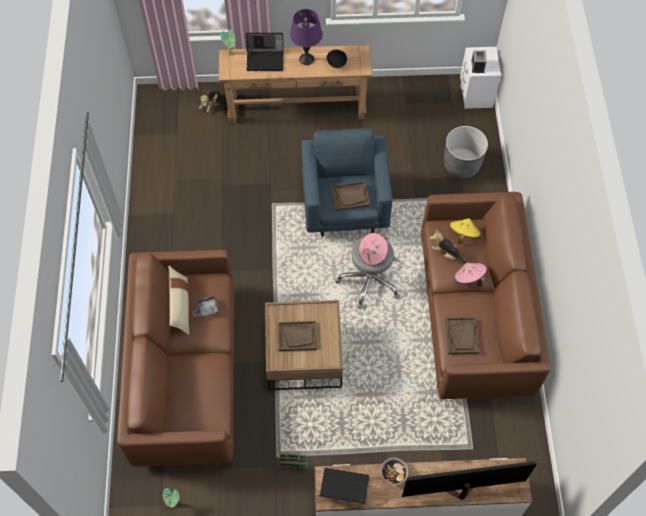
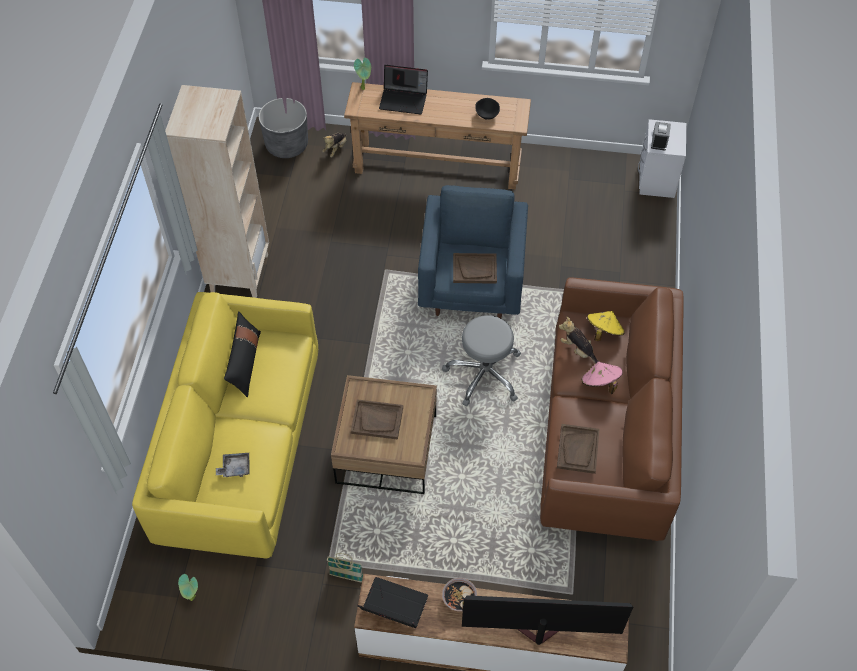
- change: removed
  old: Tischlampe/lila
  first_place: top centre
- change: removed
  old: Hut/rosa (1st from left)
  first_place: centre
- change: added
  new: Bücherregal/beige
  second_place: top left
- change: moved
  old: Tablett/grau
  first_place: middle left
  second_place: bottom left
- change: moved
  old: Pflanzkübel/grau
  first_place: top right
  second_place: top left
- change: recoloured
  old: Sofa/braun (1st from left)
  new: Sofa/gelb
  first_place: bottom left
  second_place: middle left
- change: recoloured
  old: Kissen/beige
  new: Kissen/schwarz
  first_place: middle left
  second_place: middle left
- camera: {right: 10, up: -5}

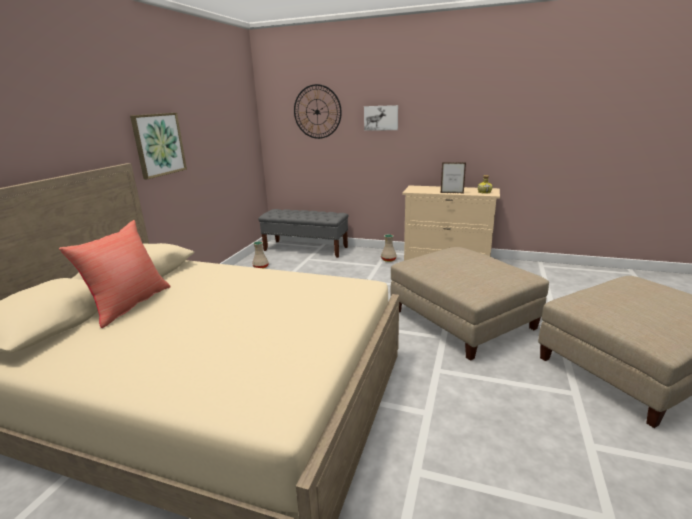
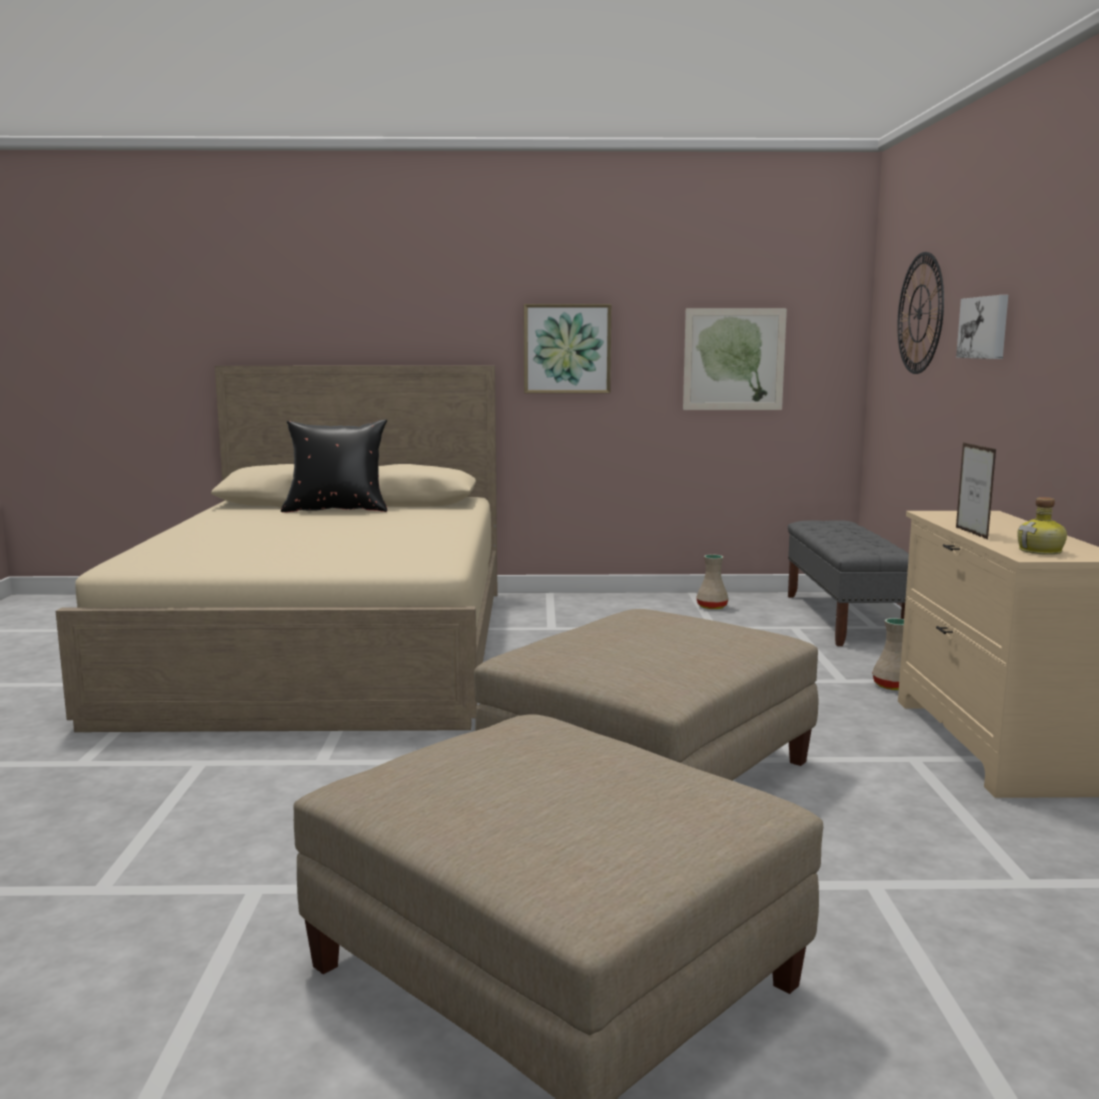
- change: added
  new: Bild (2nd from left)
  second_place: top right
- change: recoloured
  old: Kissen/rot
  new: Kissen/schwarz
  first_place: middle left
  second_place: middle left
- camera: {right: 70, up: -10}

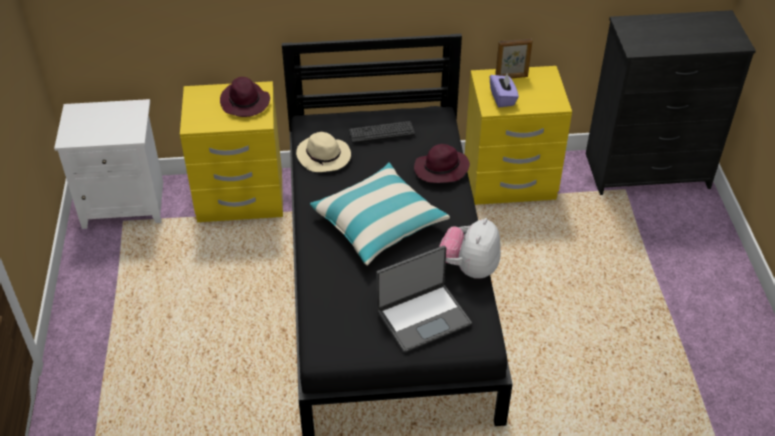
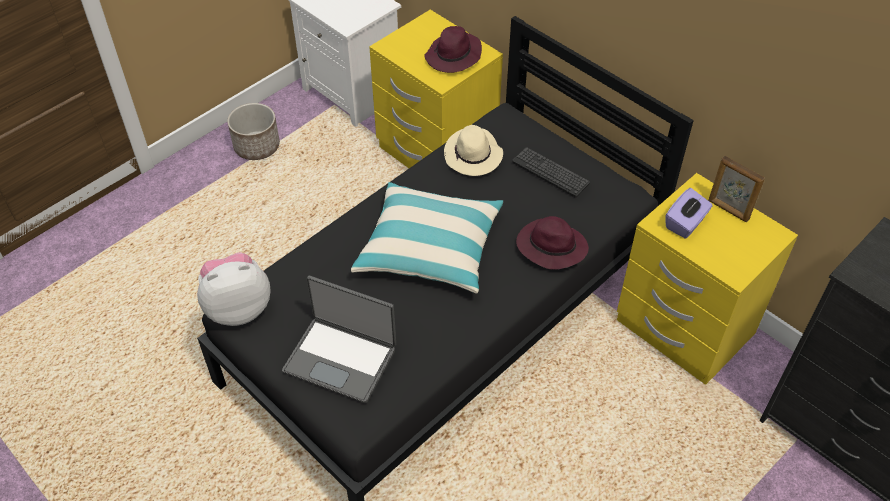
- change: added
  new: Pflanzkübel
  second_place: top left
- change: moved
  old: Plüschtier
  first_place: centre
  second_place: middle left
- camera: {right: 50, up: 5}

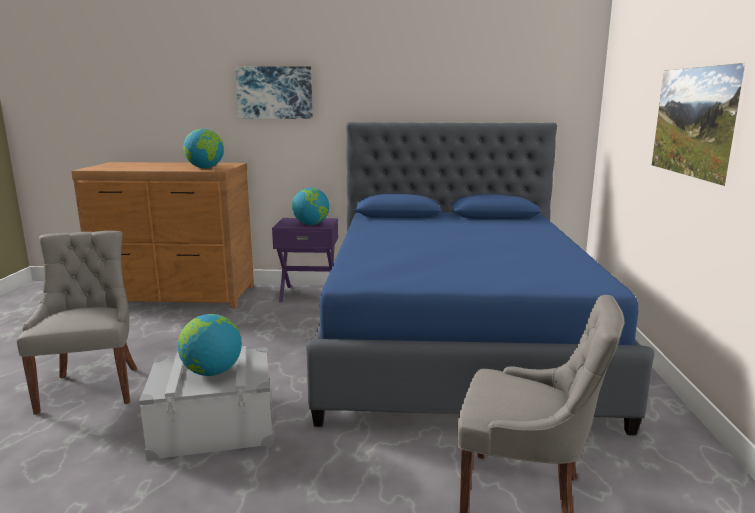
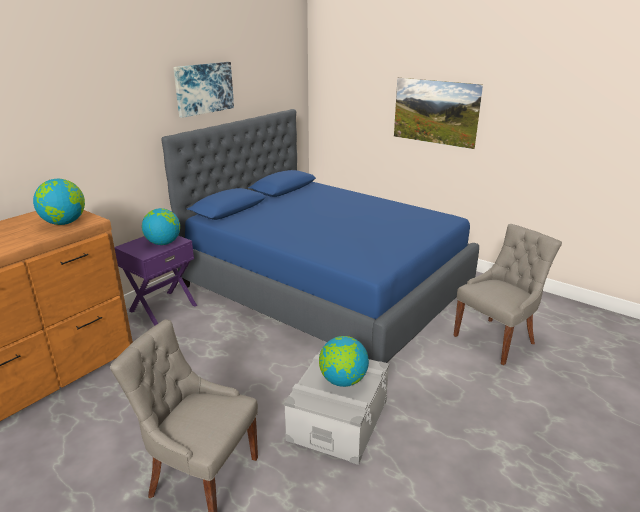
- change: moved
  old: Bild (1st from left)
  first_place: top centre
  second_place: top left
- camera: {right: -55, up: 10}

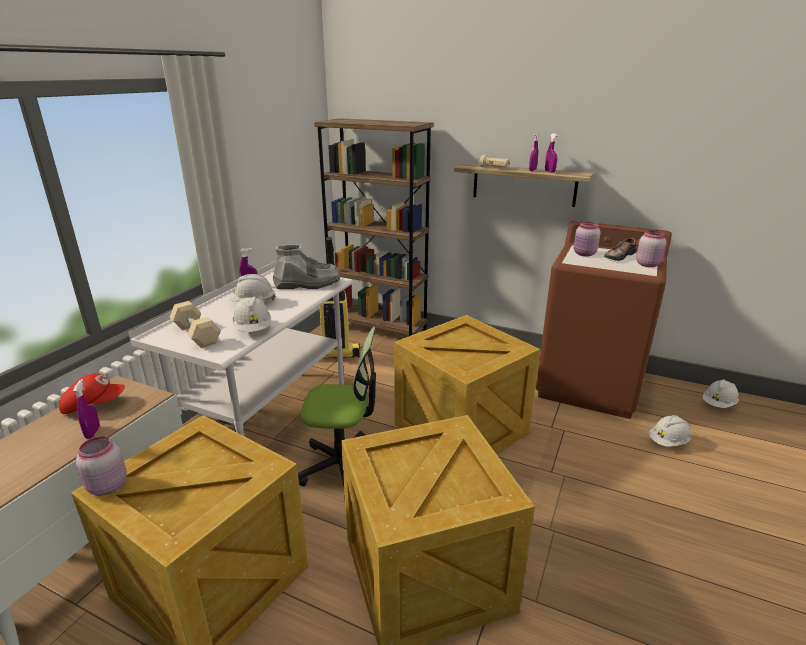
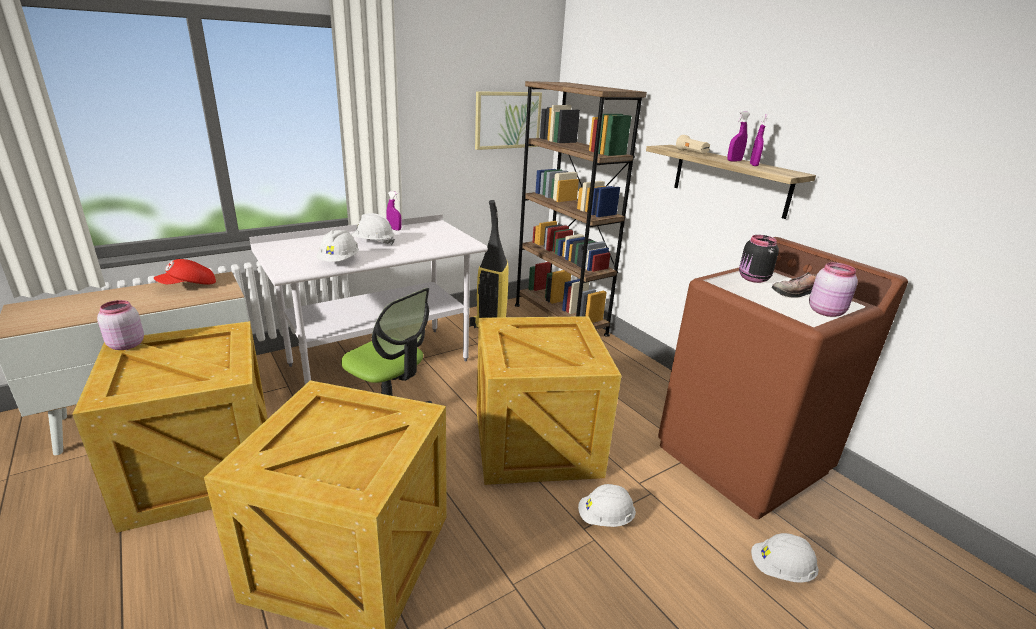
- change: removed
  old: Sprühflasche/lila (1st from left)
  first_place: middle left
- change: removed
  old: Hantel/beige
  first_place: middle left
- change: removed
  old: Stiefel/grau
  first_place: centre
- change: added
  new: Bild
  second_place: top centre
- change: moved
  old: Schutzhelm/weiß (4th from left in the first image)
  new: Schutzhelm/weiß (3rd from left)
  first_place: middle right
  second_place: bottom centre
- change: recoloured
  old: Vorratsglas/rosa (2nd from left)
  new: Vorratsglas/schwarz
  first_place: middle right
  second_place: middle right
- change: turned
  old: Kappe/rot
  first_place: middle left
  second_place: middle left
  degrees: 120
- camera: {right: 30, up: 0}

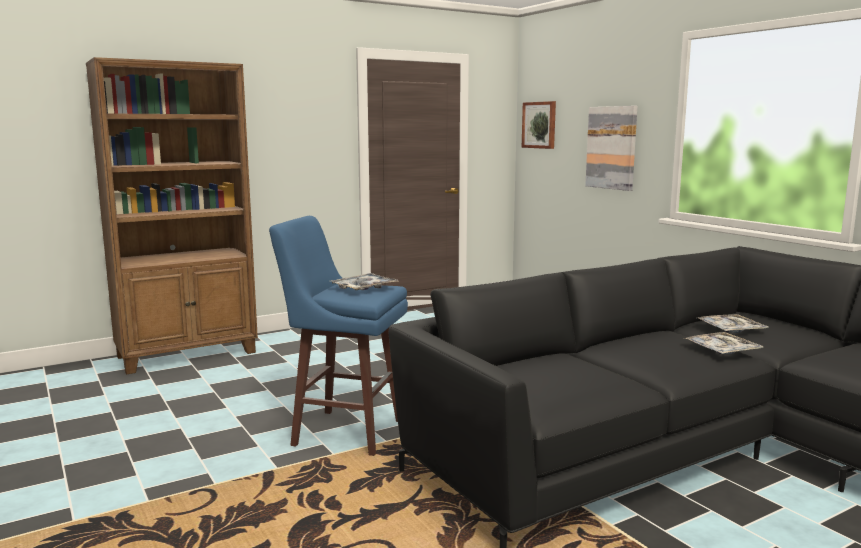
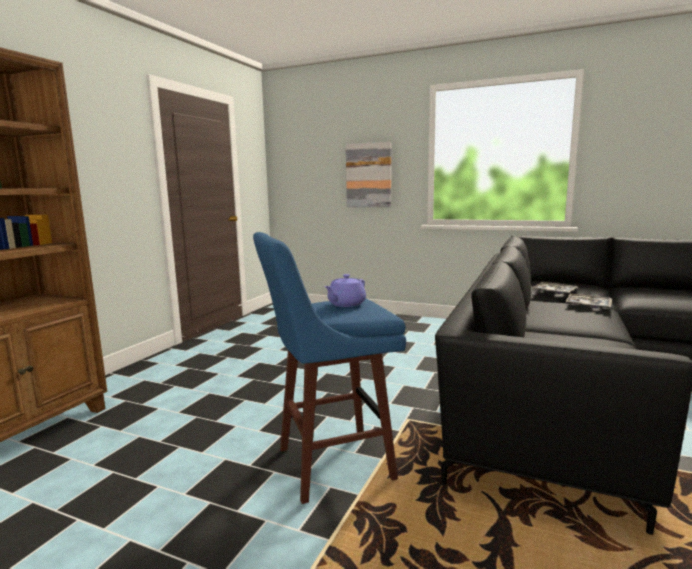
- change: removed
  old: Bild (1st from left)
  first_place: top centre
- change: replaced
  old: Tablett (1st from left)
  new: Teekanne/lila
  first_place: centre
  second_place: centre
- camera: {right: -35, up: 0}

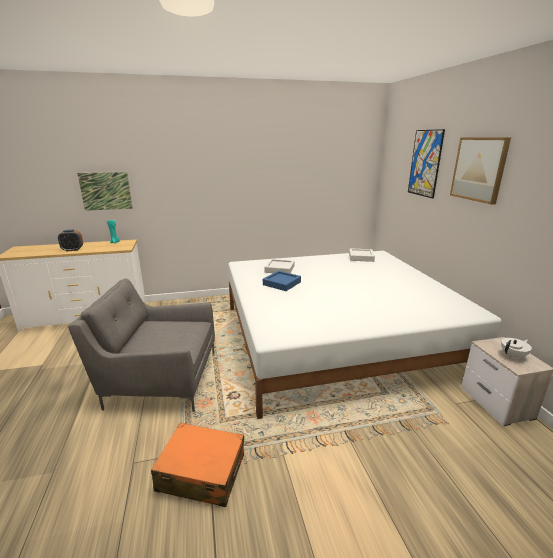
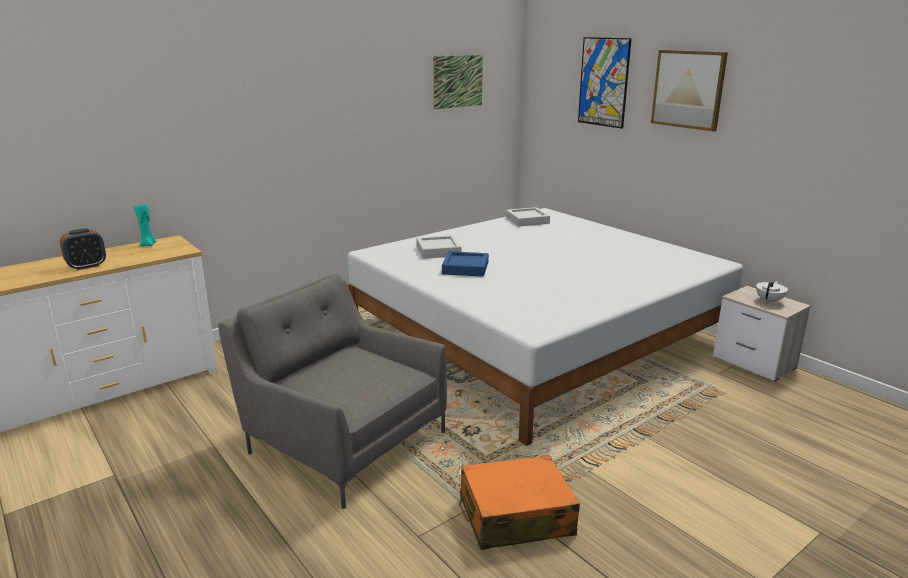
- change: moved
  old: Bild (1st from left)
  first_place: middle left
  second_place: top centre
- change: turned
  old: Sessel/grau
  first_place: middle left
  second_place: bottom centre
  degrees: 60
- camera: {right: -25, up: 0}

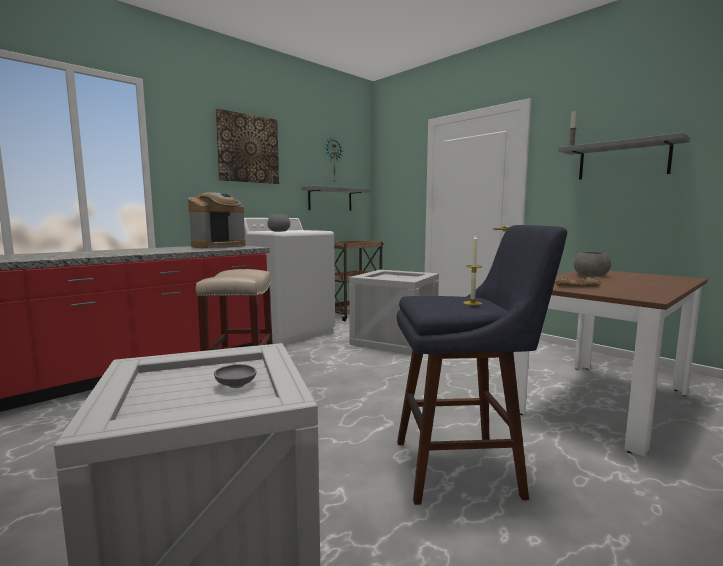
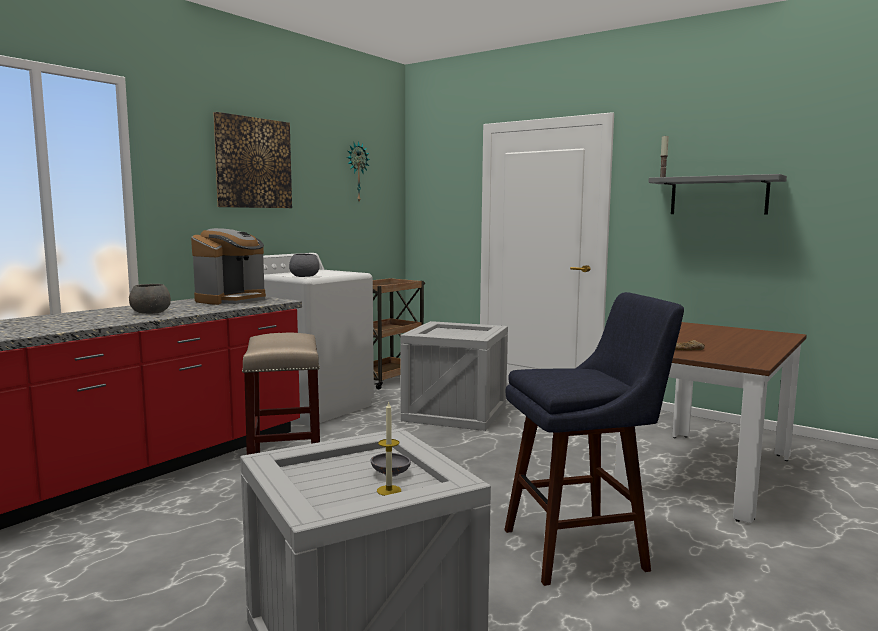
- change: removed
  old: Wandregal/grau (1st from left)
  first_place: centre
- change: moved
  old: Kerze (1st from left)
  first_place: centre
  second_place: bottom centre
- change: moved
  old: Schüssel/grau (3rd from left in the first image)
  new: Schüssel/grau (1st from left)
  first_place: middle right
  second_place: middle left
- camera: {right: -10, up: 0}

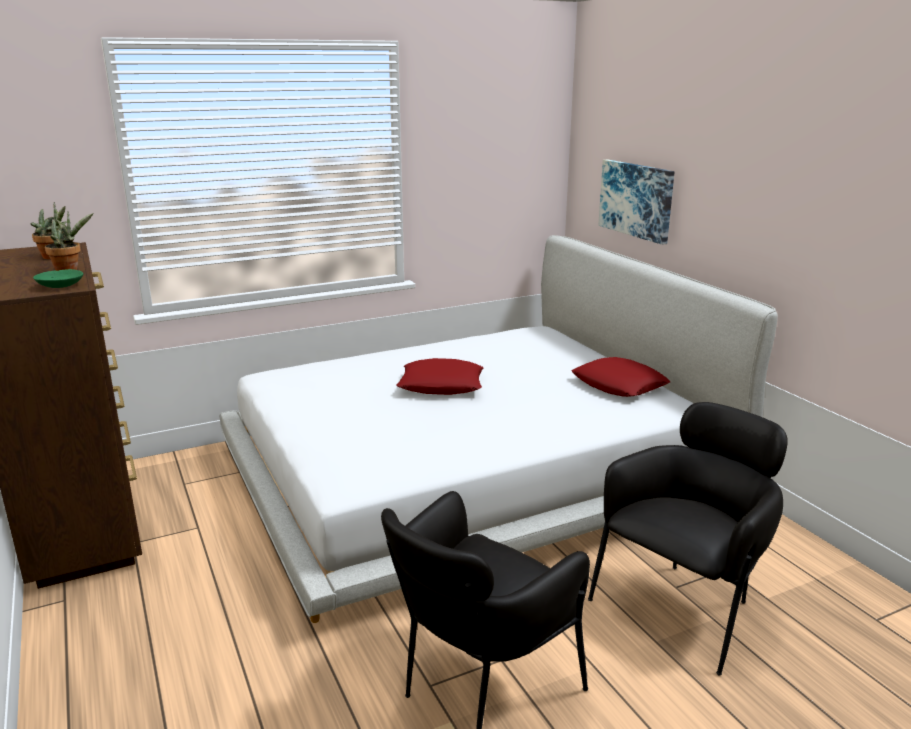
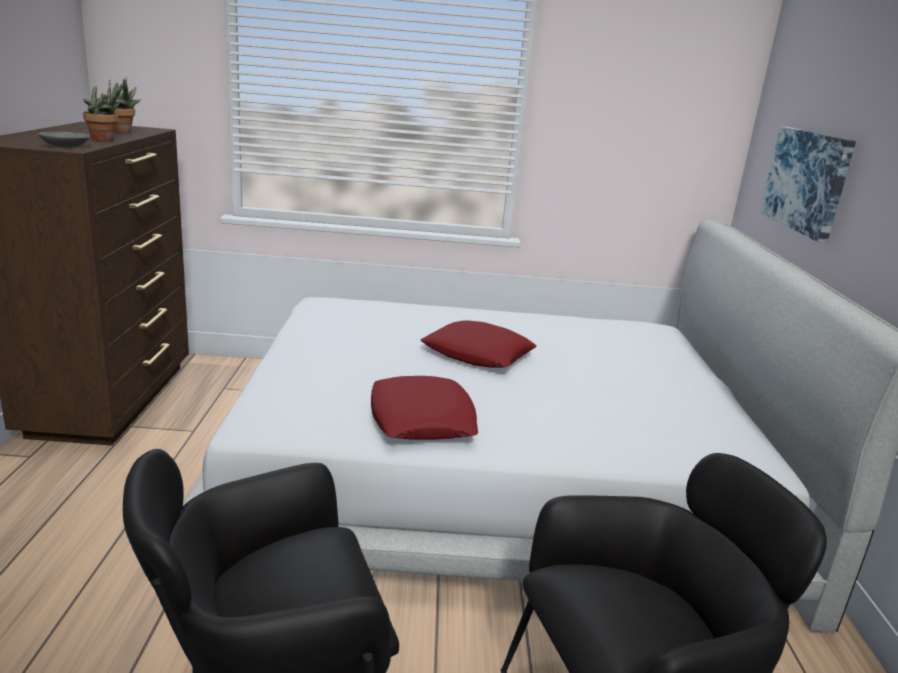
- change: moved
  old: Kissen/rot (2nd from left in the first image)
  new: Kissen/rot (1st from left)
  first_place: middle right
  second_place: centre
- change: recoloured
  old: Schüssel/grün
  new: Schüssel/grau
  first_place: middle left
  second_place: top left
- camera: {right: 25, up: 0}

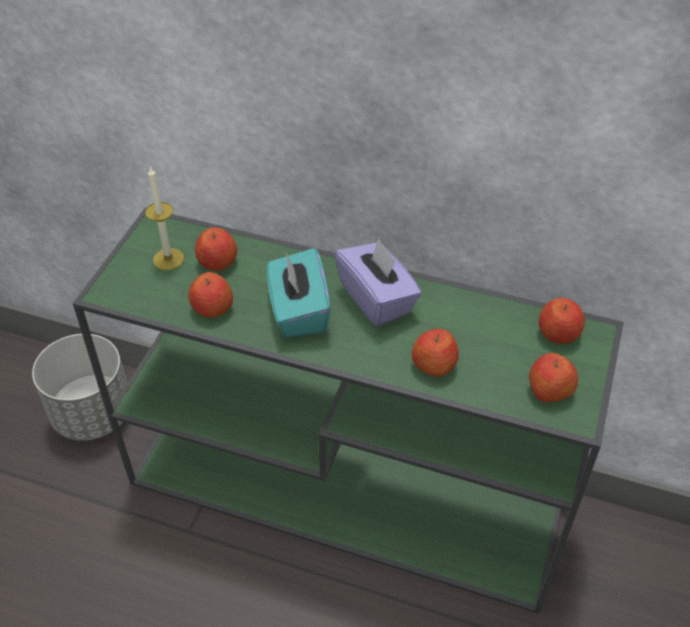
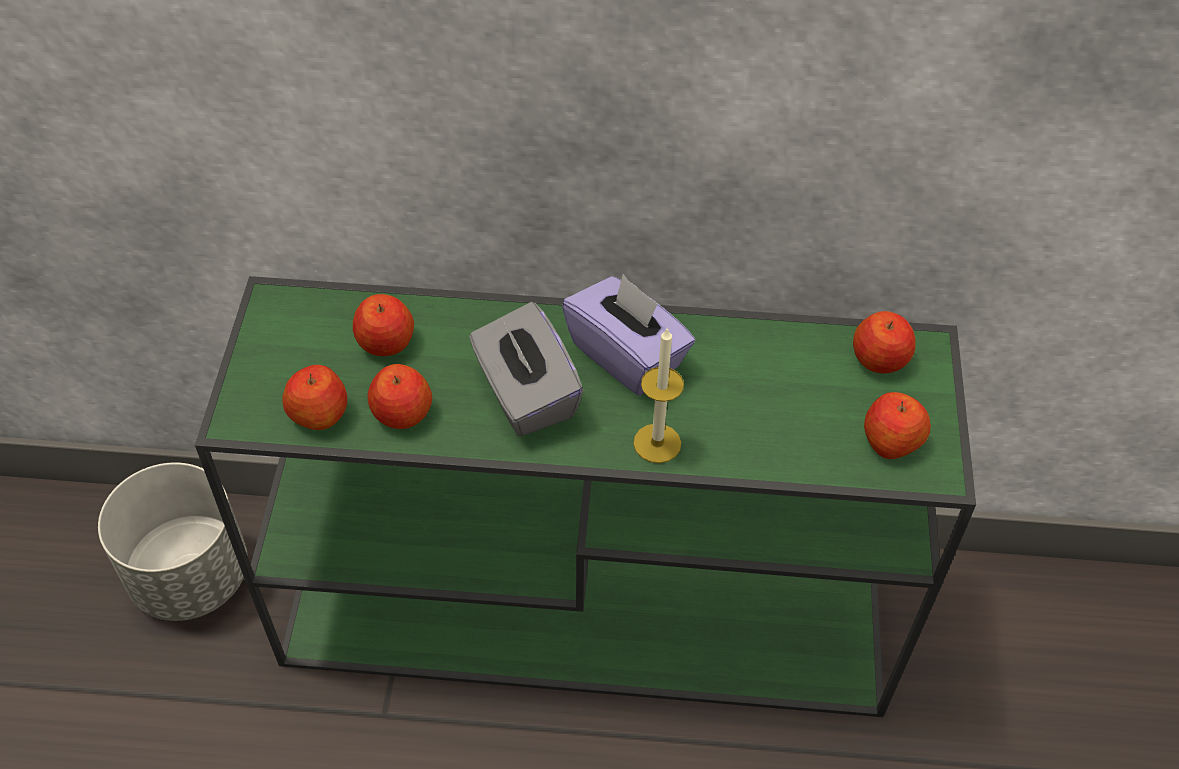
- change: moved
  old: Kerze
  first_place: middle left
  second_place: centre
- change: moved
  old: Apfel (3rd from left in the first image)
  new: Apfel (1st from left)
  first_place: centre
  second_place: middle left
- change: recoloured
  old: Taschentuchbox/türkis
  new: Taschentuchbox/grau
  first_place: centre
  second_place: centre
- camera: {right: -15, up: 5}

